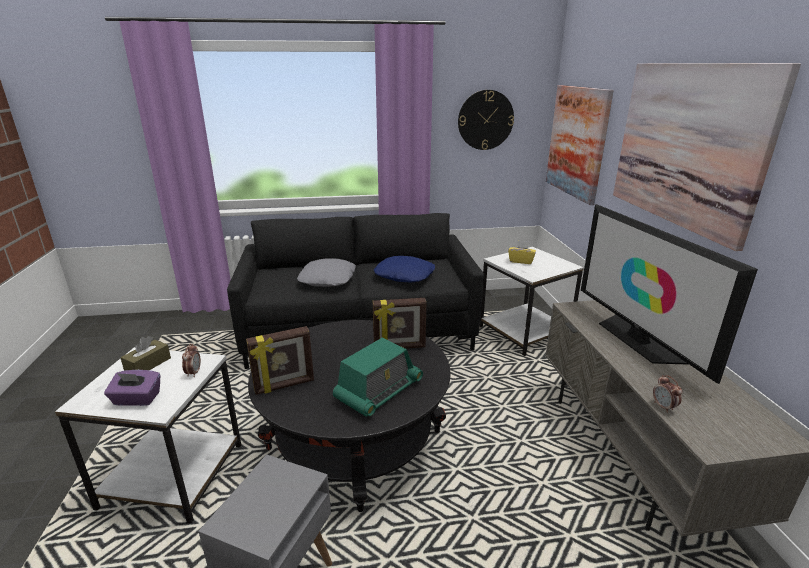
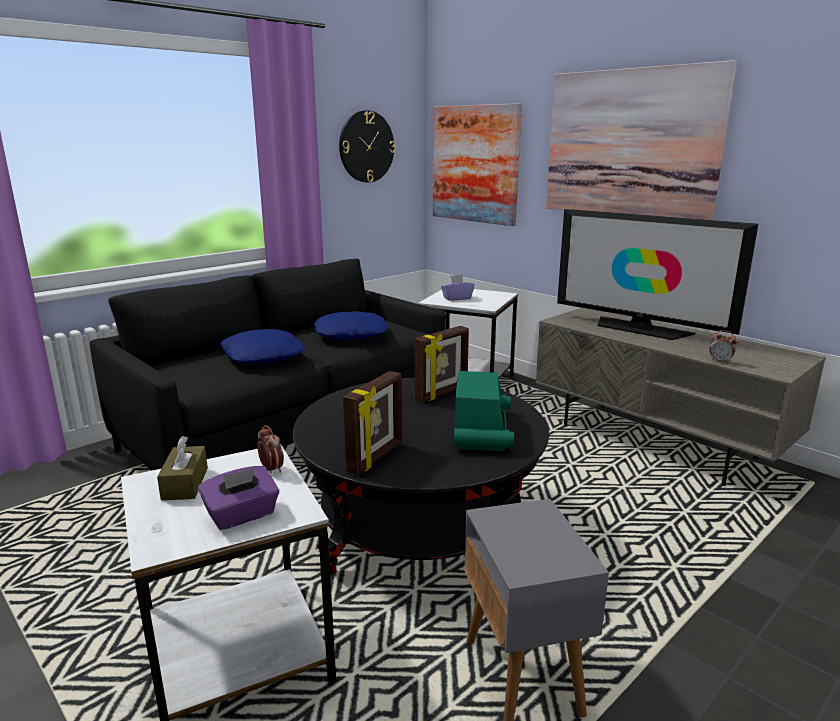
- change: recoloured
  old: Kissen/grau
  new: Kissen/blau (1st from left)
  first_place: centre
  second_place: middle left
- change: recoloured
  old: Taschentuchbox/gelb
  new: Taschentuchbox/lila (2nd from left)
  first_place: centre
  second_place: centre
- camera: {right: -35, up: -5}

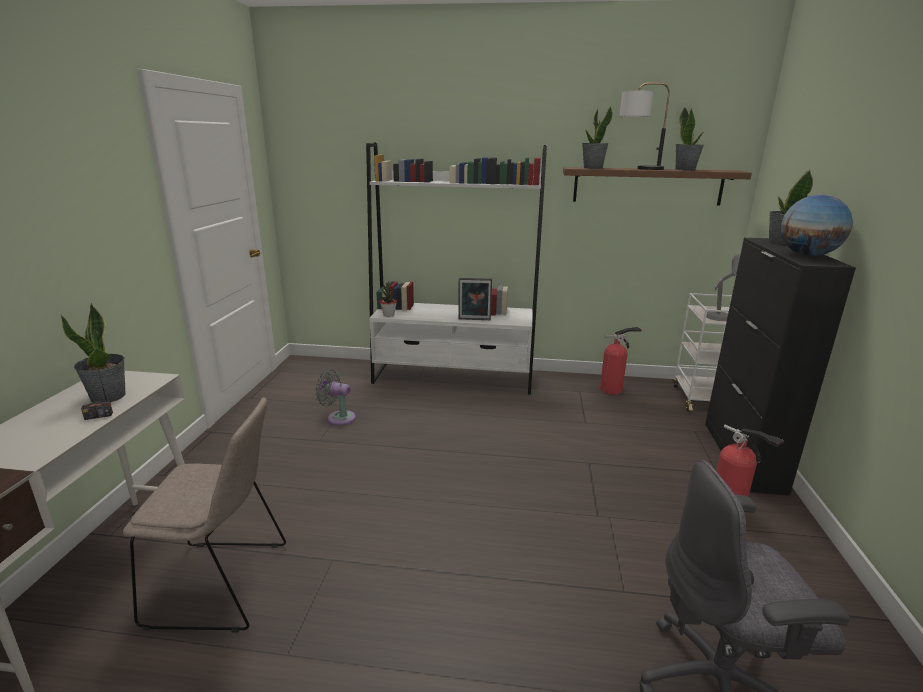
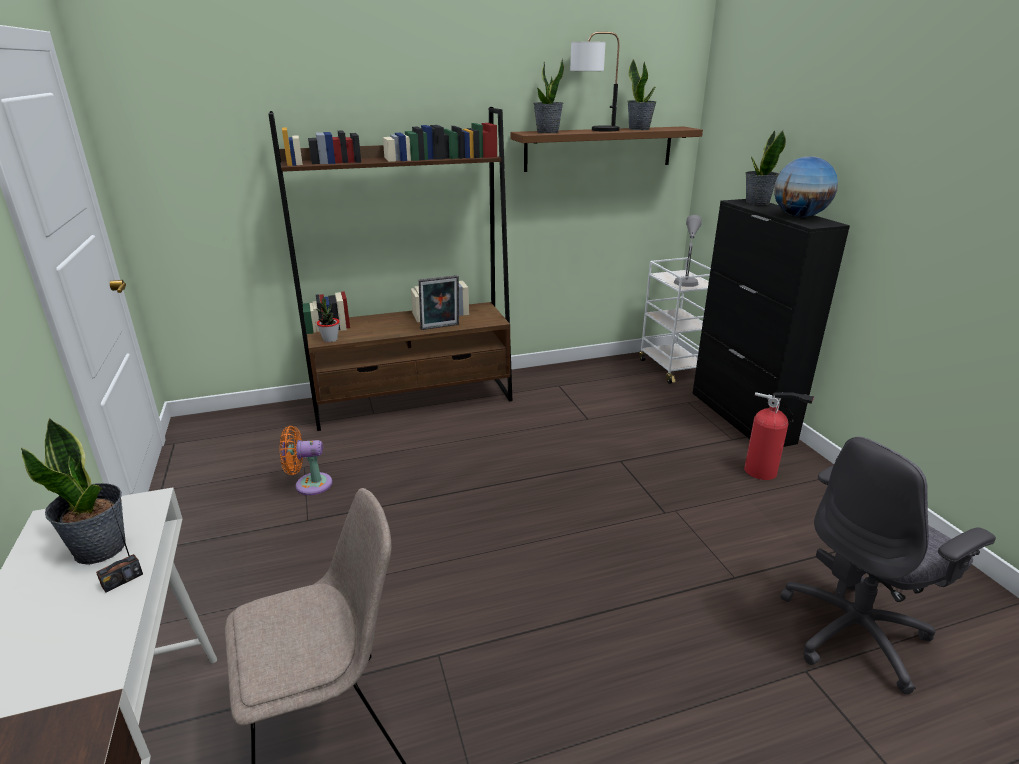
- change: removed
  old: Feuerlöscher (1st from left)
  first_place: middle right
- change: recoloured
  old: Ventilator/grau
  new: Ventilator/orange
  first_place: centre
  second_place: middle left
- change: recoloured
  old: Bücherregal/weiß
  new: Bücherregal/braun
  first_place: centre
  second_place: centre
- camera: {right: -25, up: 5}

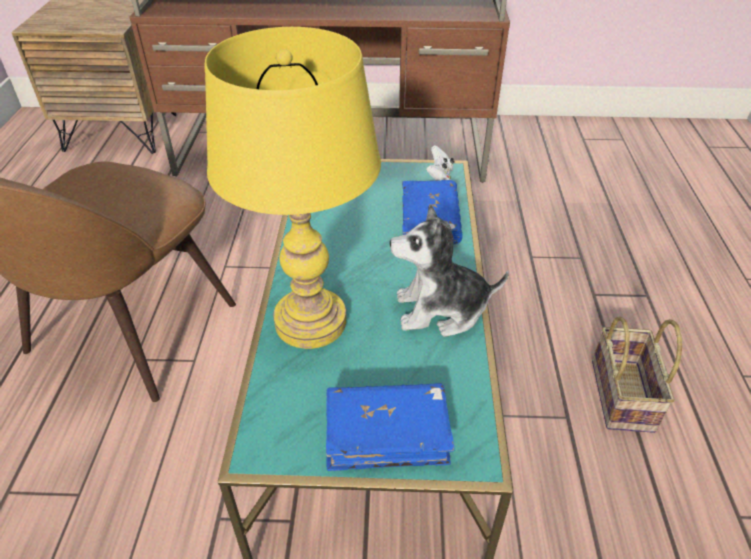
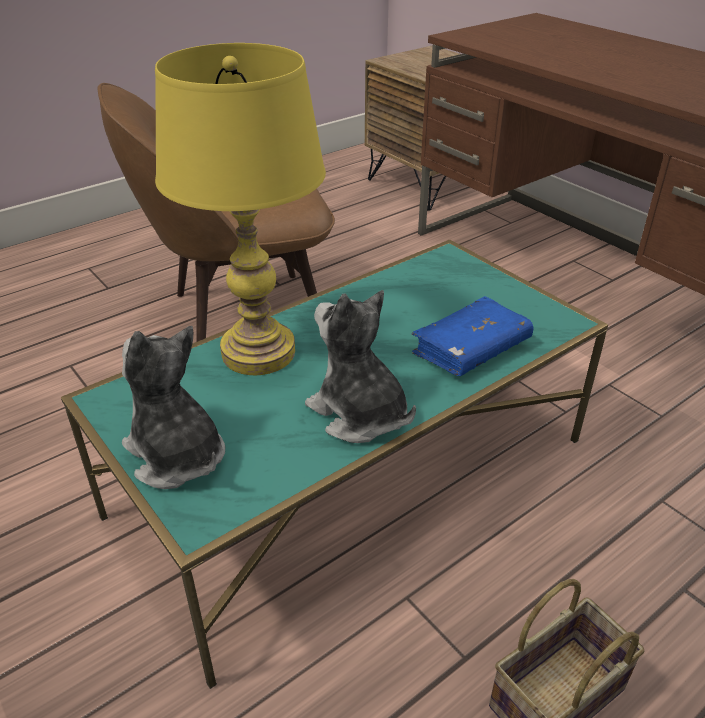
- change: removed
  old: Gamepad/weiß
  first_place: top centre
- change: replaced
  old: Buch/blau (1st from left)
  new: Plüschtier (1st from left)
  first_place: bottom centre
  second_place: middle left
- camera: {right: 50, up: -5}

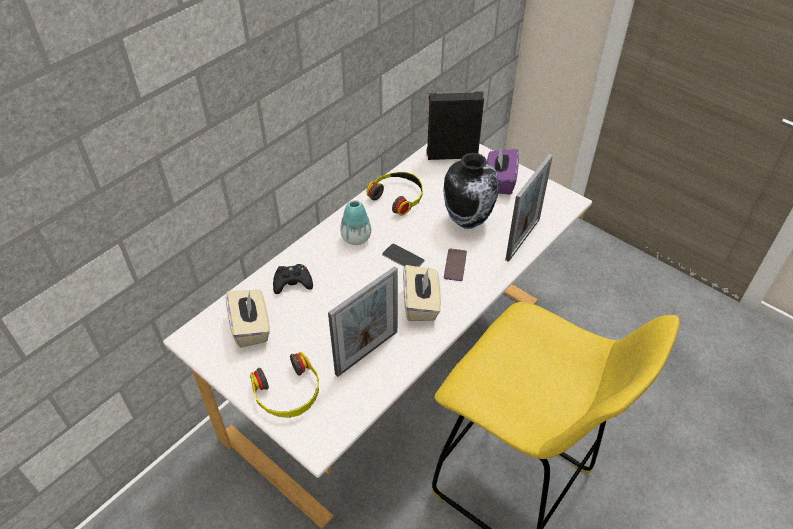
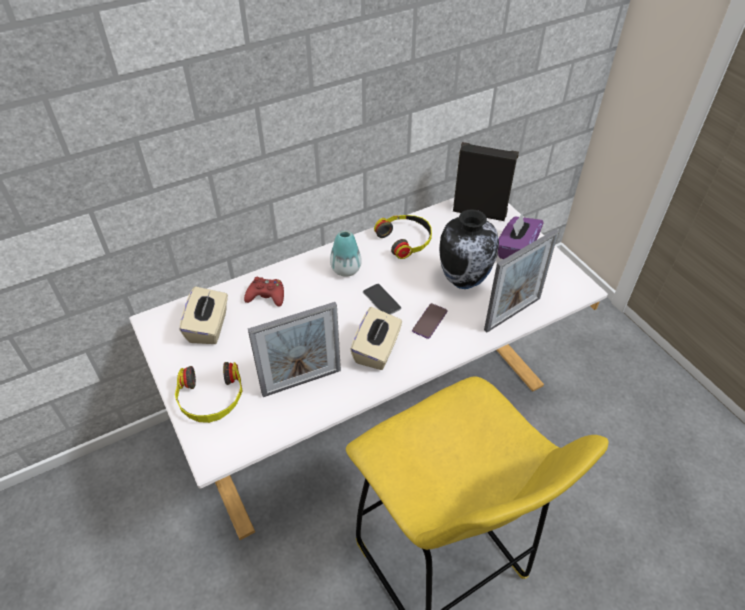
- change: recoloured
  old: Gamepad/schwarz
  new: Gamepad/rot
  first_place: centre
  second_place: centre
- camera: {right: 20, up: 0}

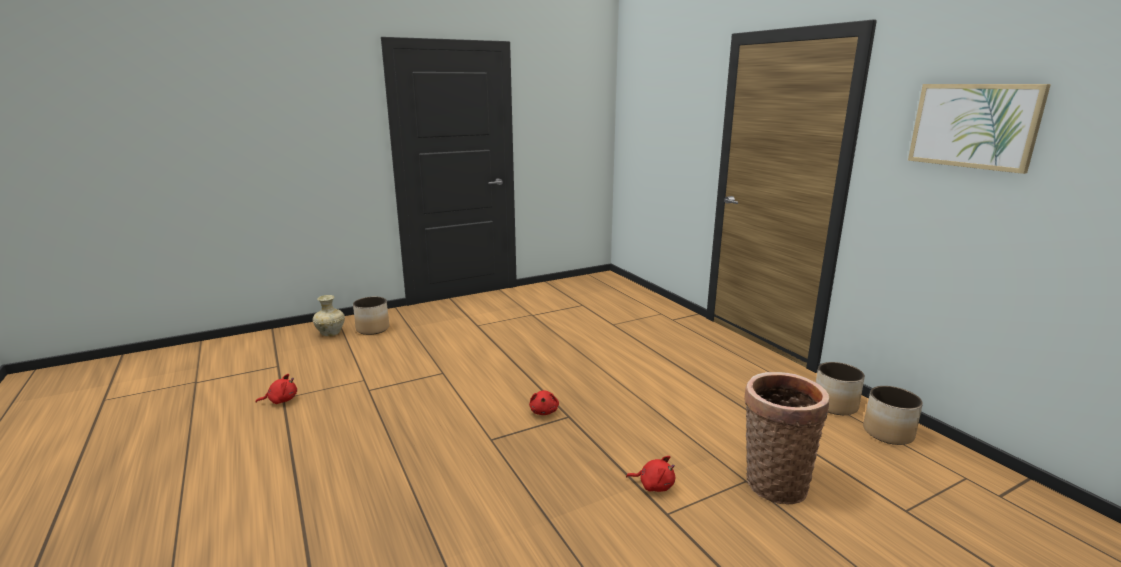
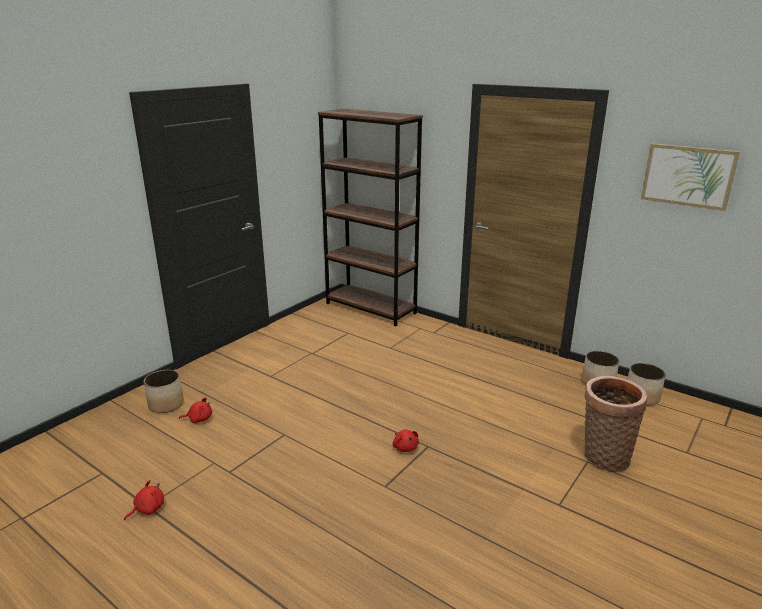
- change: removed
  old: Vase/beige
  first_place: middle left
- change: added
  new: Bücherregal/braun
  second_place: centre
- change: moved
  old: Plüschtier/rot (3rd from left in the first image)
  new: Plüschtier/rot (2nd from left)
  first_place: bottom centre
  second_place: bottom left
- camera: {right: -25, up: 5}

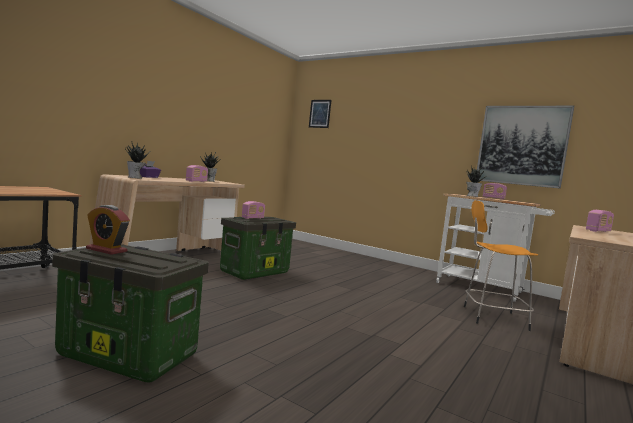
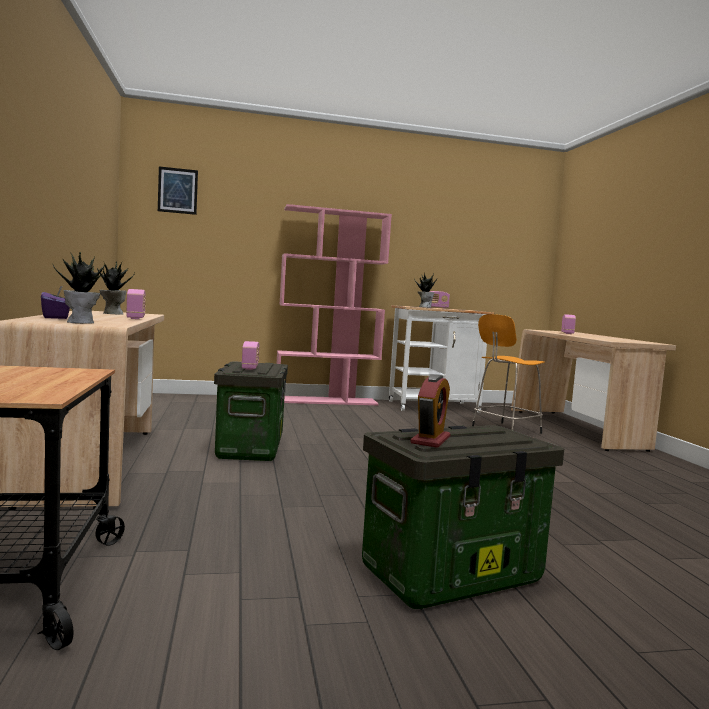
- change: removed
  old: Bild (2nd from left)
  first_place: middle right
- change: added
  new: Bücherregal/rosa
  second_place: centre
- change: turned
  old: Wecker
  first_place: middle left
  second_place: centre
  degrees: -45
- camera: {right: -45, up: 0}

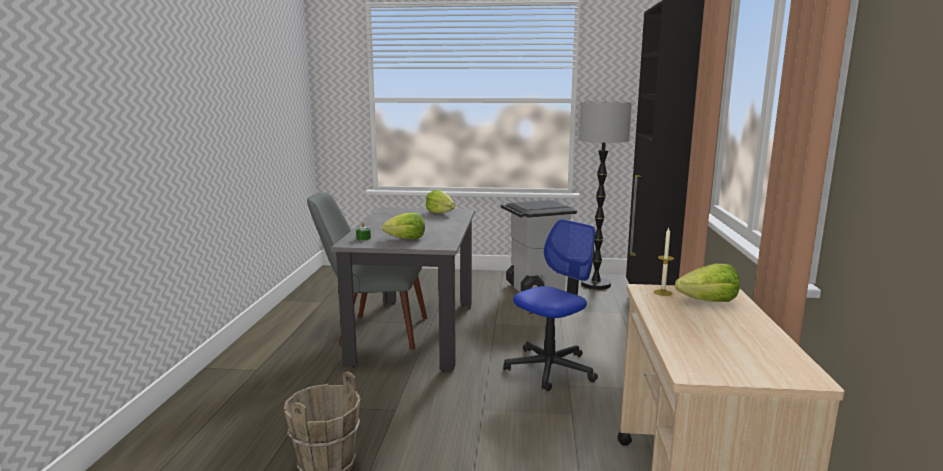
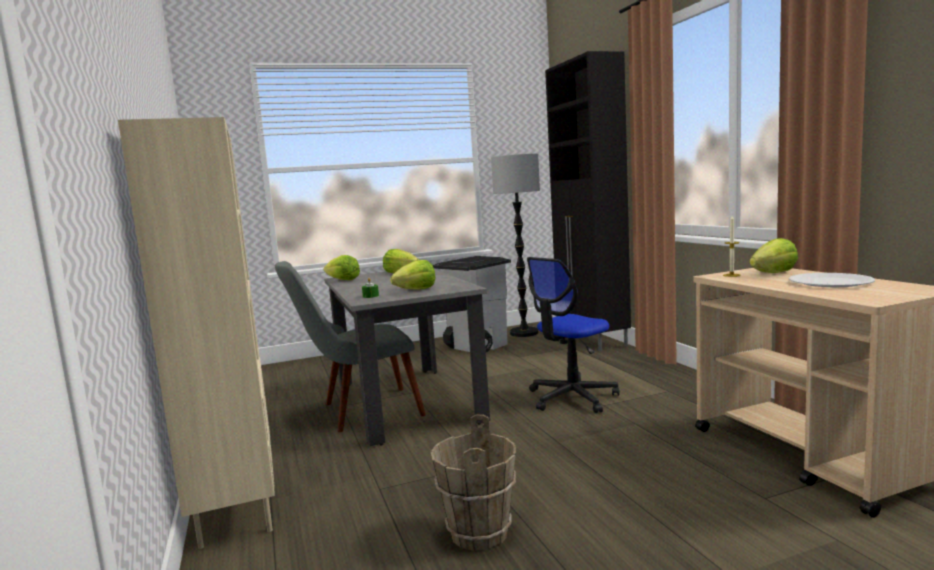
- change: added
  new: Bücherregal/beige
  second_place: middle left
- change: added
  new: Salatkopf (1st from left)
  second_place: centre
- change: added
  new: Teller/weiß
  second_place: middle right
- change: turned
  old: Bürostuhl
  first_place: centre
  second_place: centre
  degrees: -150
- camera: {right: -25, up: -5}

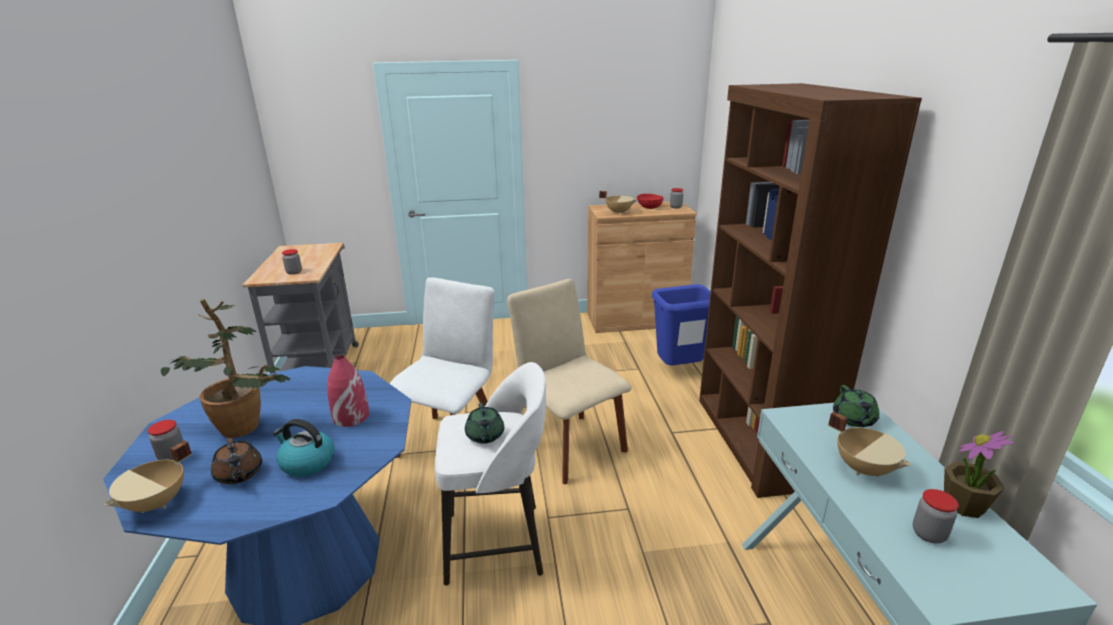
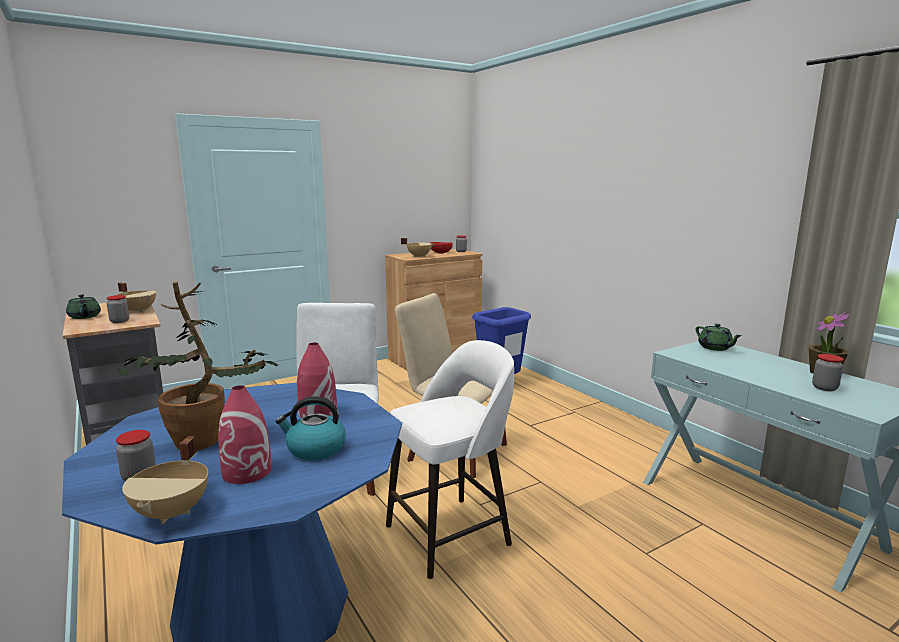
- change: removed
  old: Bücherregal/braun
  first_place: middle right
- change: moved
  old: Teekanne/grün (1st from left)
  first_place: bottom centre
  second_place: middle left
- change: moved
  old: Kochtopf/beige (3rd from left in the first image)
  new: Kochtopf/beige (1st from left)
  first_place: bottom right
  second_place: middle left
- change: replaced
  old: Teekanne/braun
  new: Vase/rot (1st from left)
  first_place: bottom left
  second_place: bottom left
- camera: {right: -25, up: -10}

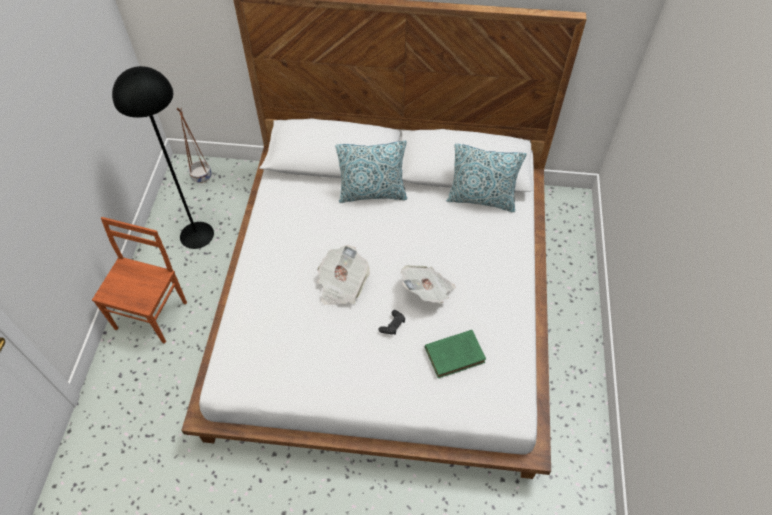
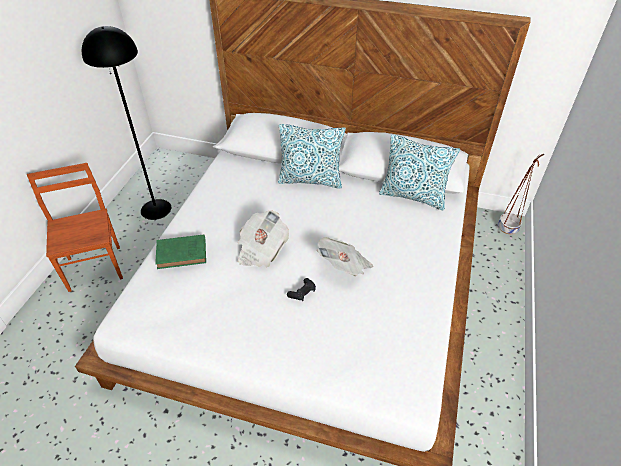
- change: moved
  old: Pflanzkübel/braun
  first_place: top left
  second_place: middle right
- change: moved
  old: Buch/grün
  first_place: bottom centre
  second_place: middle left
- change: turned
  old: Stuhl/braun
  first_place: middle left
  second_place: middle left
  degrees: -45
- camera: {right: 10, up: -10}

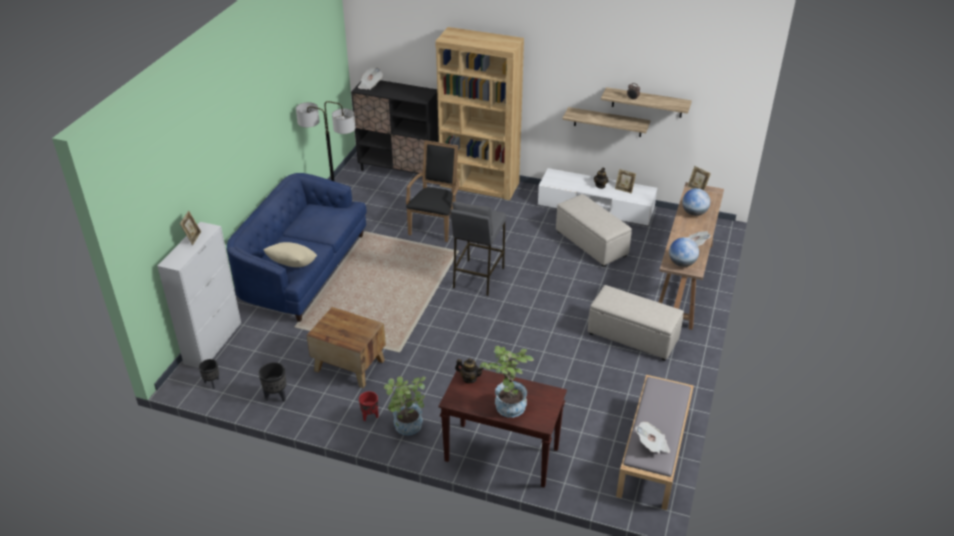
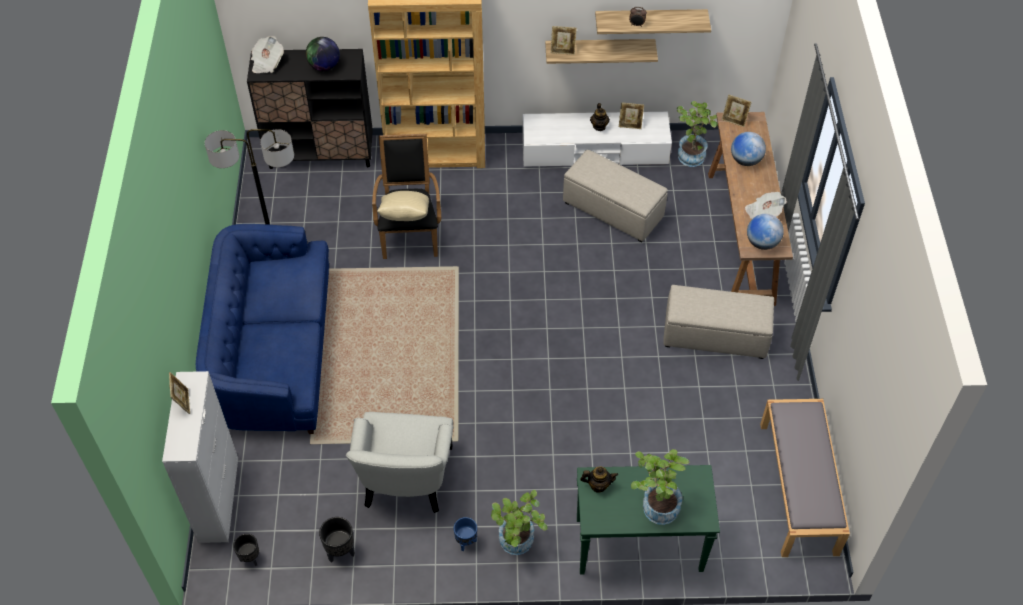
- change: removed
  old: Hocker/grau
  first_place: centre
- change: removed
  old: Zeitung (2nd from left)
  first_place: bottom right
- change: added
  new: Globus (1st from left)
  second_place: top left
- change: added
  new: Bilderrahmen (2nd from left)
  second_place: top centre
- change: added
  new: Topfpflanze (3rd from left)
  second_place: top right
- change: moved
  old: Kissen/beige
  first_place: middle left
  second_place: centre
- change: replaced
  old: Beistelltisch/braun
  new: Sessel/weiß
  first_place: centre
  second_place: bottom centre
- change: recoloured
  old: Pflanzkübel/rot
  new: Pflanzkübel/blau
  first_place: bottom centre
  second_place: bottom centre
- change: recoloured
  old: Konsolentisch/braun (1st from left)
  new: Konsolentisch/grün
  first_place: bottom centre
  second_place: bottom centre
- camera: {right: -20, up: 15}

